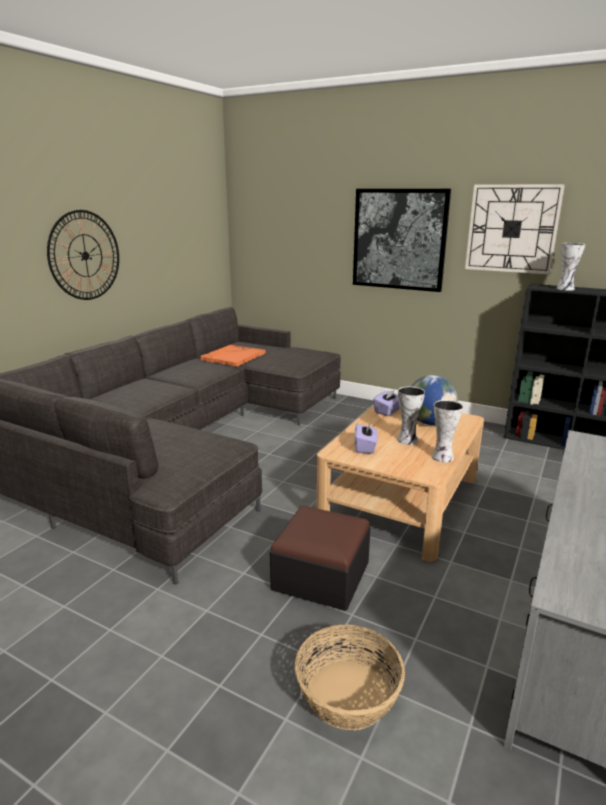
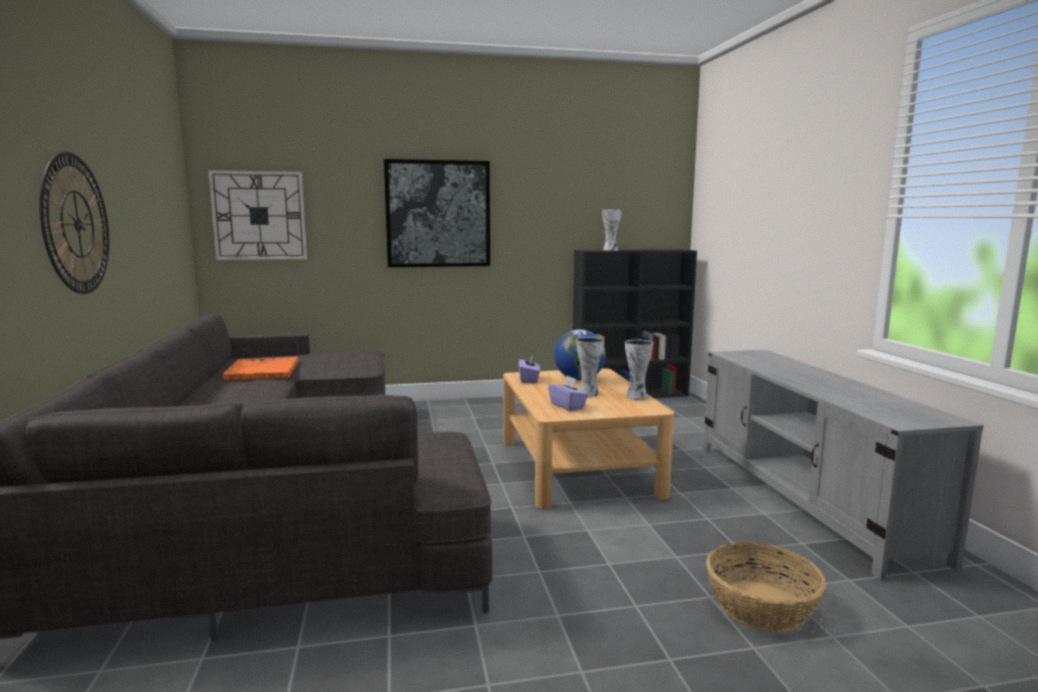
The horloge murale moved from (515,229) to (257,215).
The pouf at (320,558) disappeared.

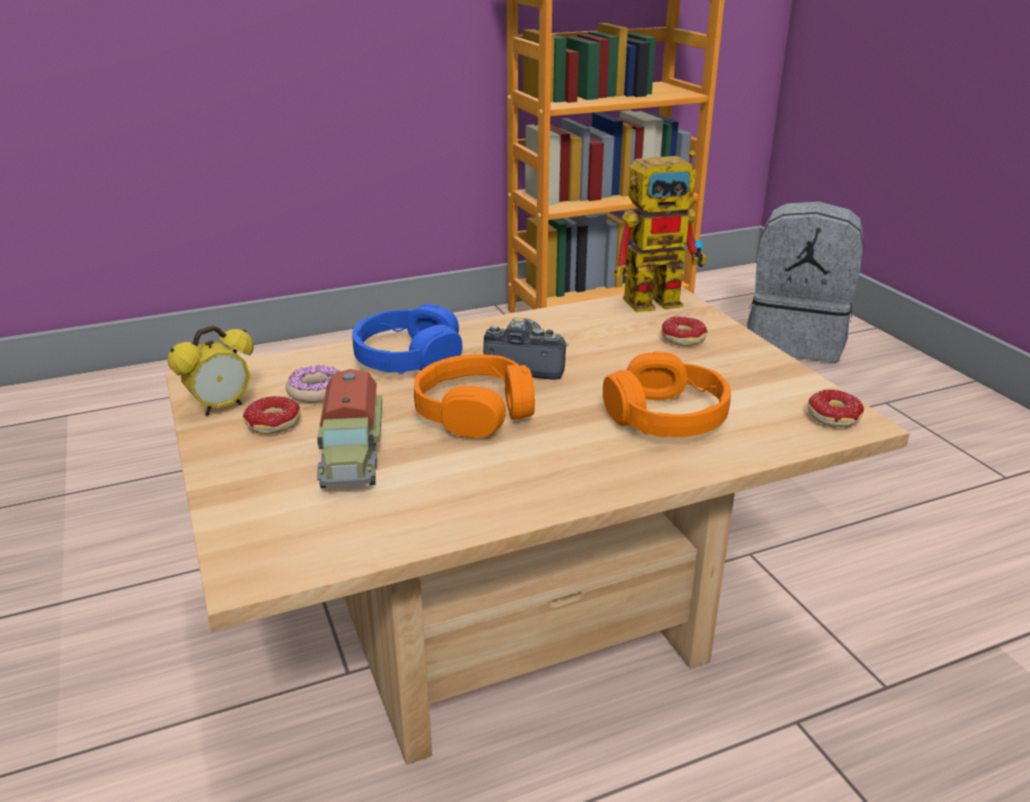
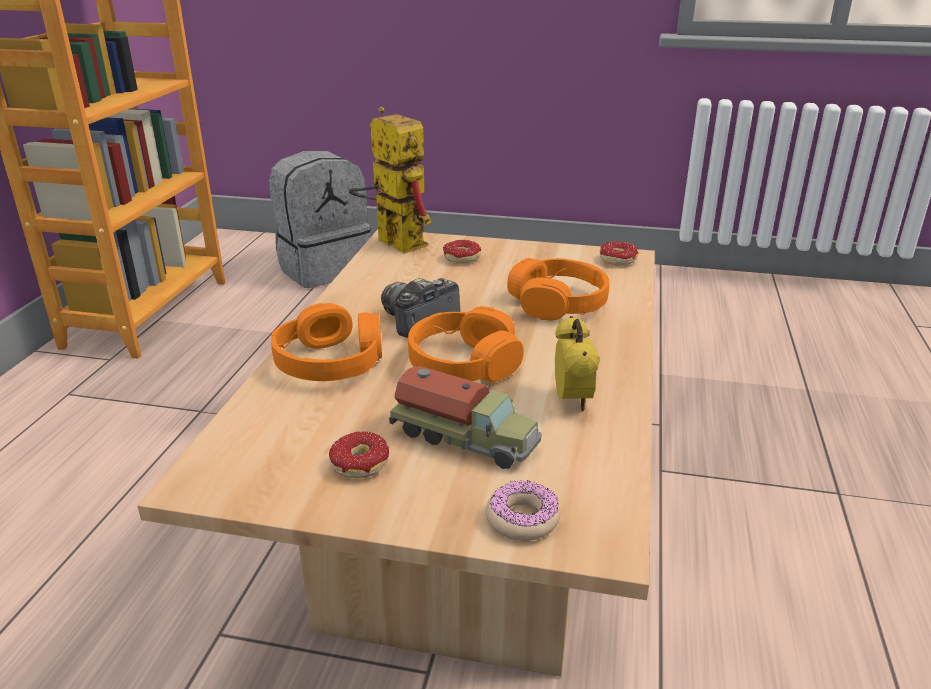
The casque audio (bleu) at (407,339) became the casque audio (orange) at (326,342).
The robot jouet at (660,231) turned 60 degrees counterclockwise.
The beignet moved from (313,384) to (523,510).
The réveil moved from (211,370) to (577,363).

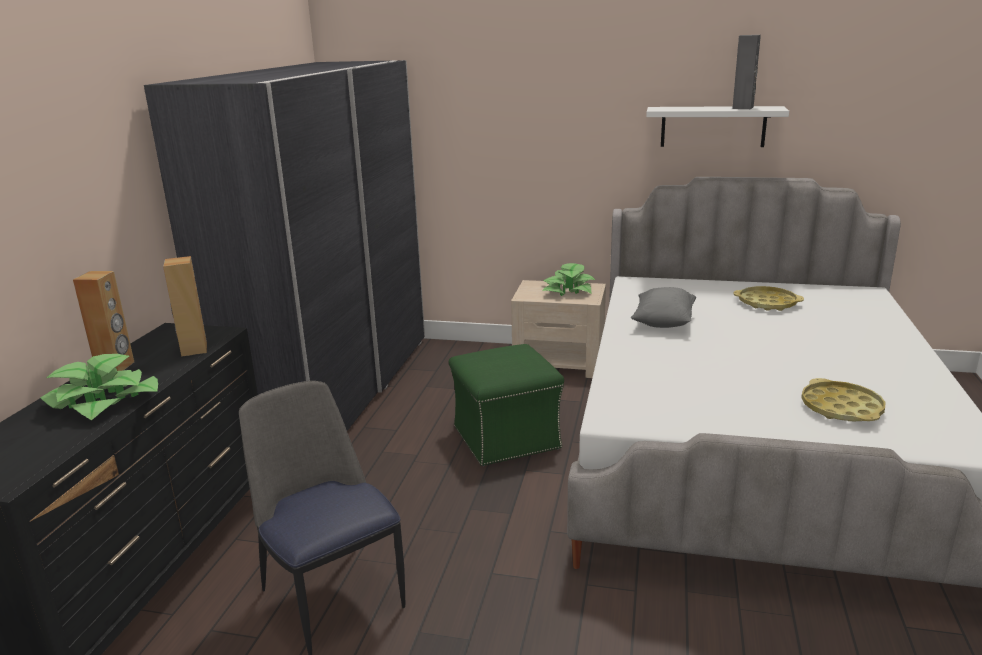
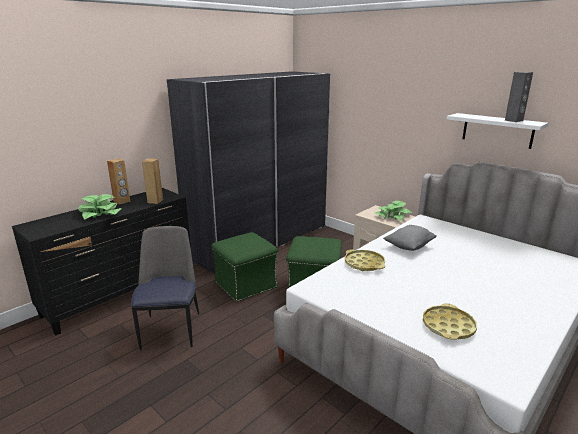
The pouf (vert) at (244,267) appeared.
The plateau (jaune) moved from (768,298) to (365,260).

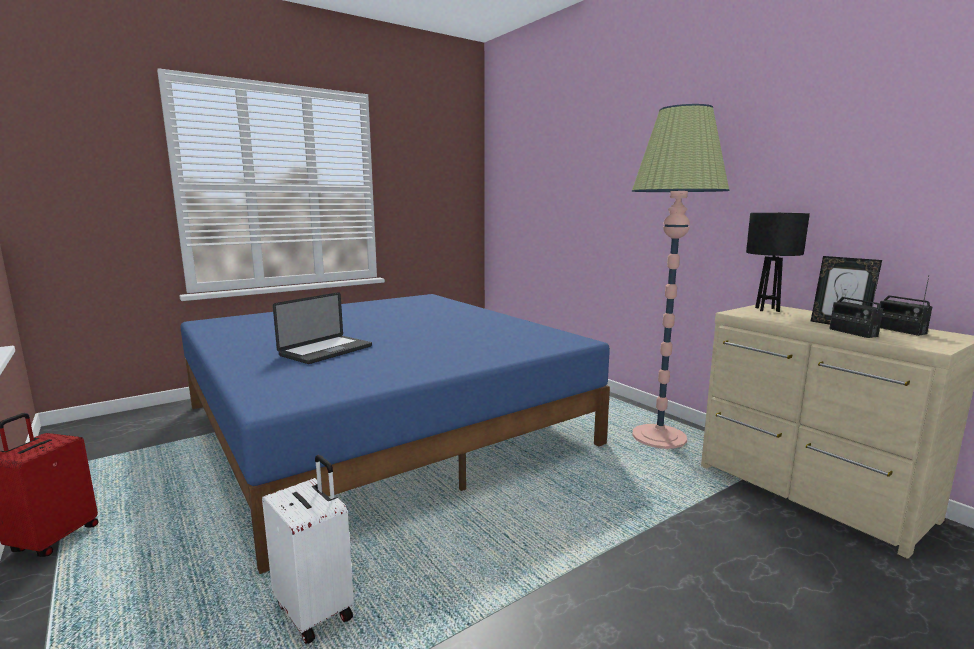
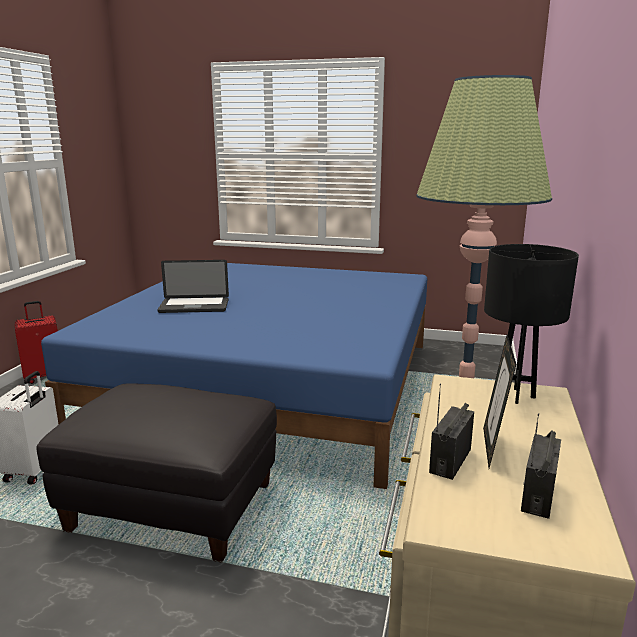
The pouf (noir) at (156,473) appeared.

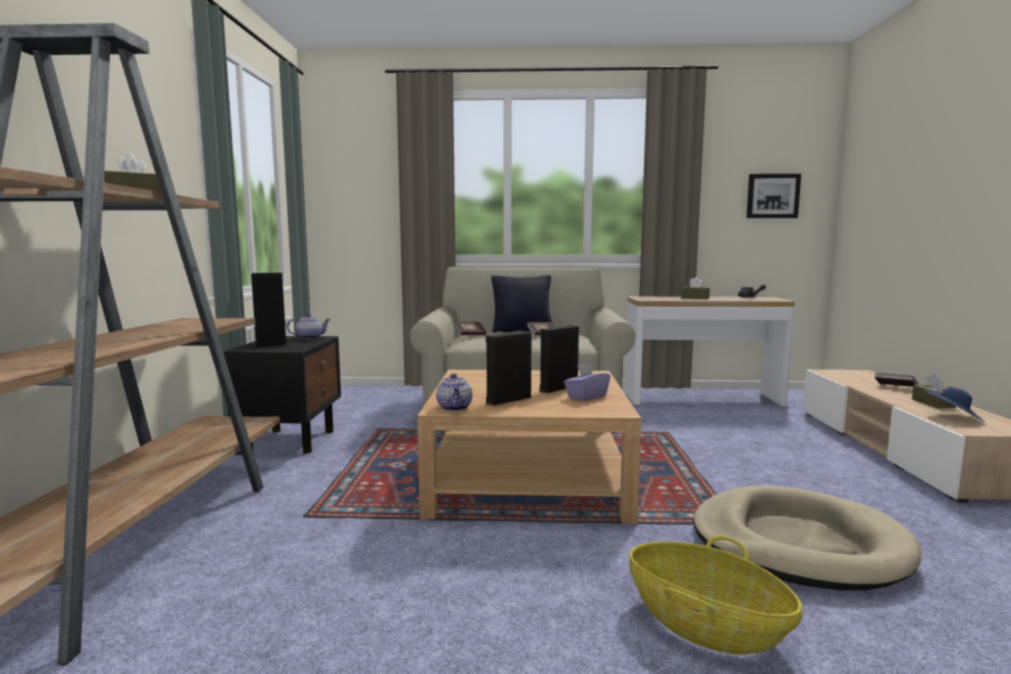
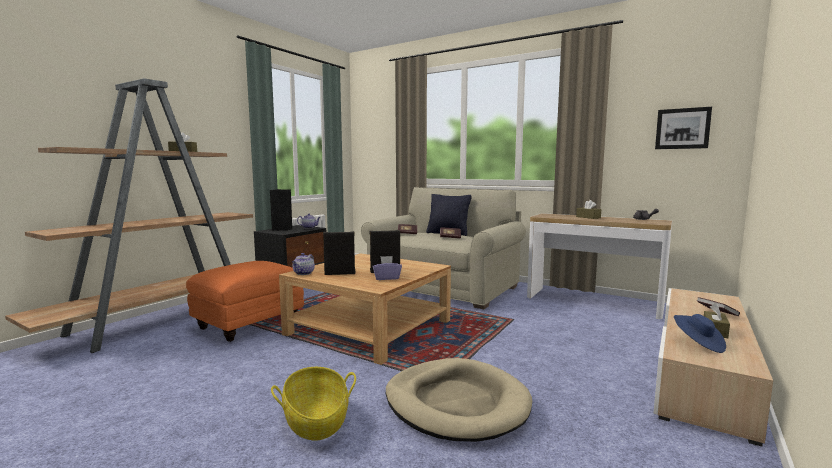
The pouf (orange) at (245,301) appeared.

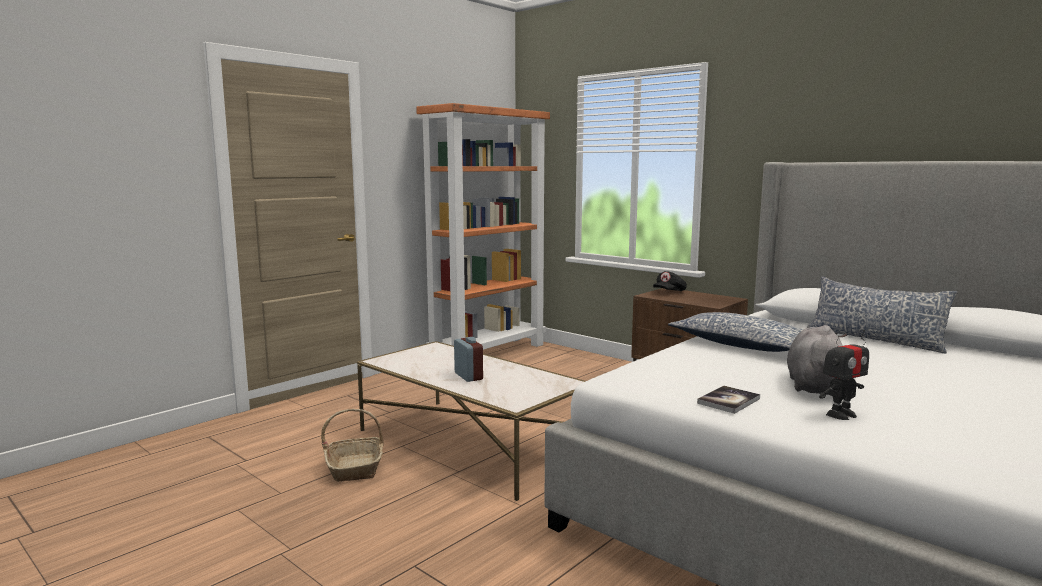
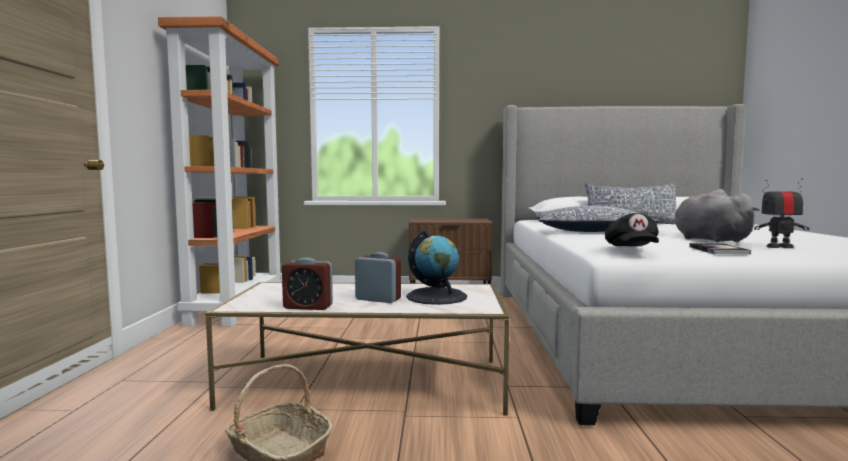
The réveil at (307,283) appeared.
The globe at (436,267) appeared.
The casquette (noir) moved from (670,281) to (632,229).
The robot jouet at (844,375) turned 105 degrees counterclockwise.

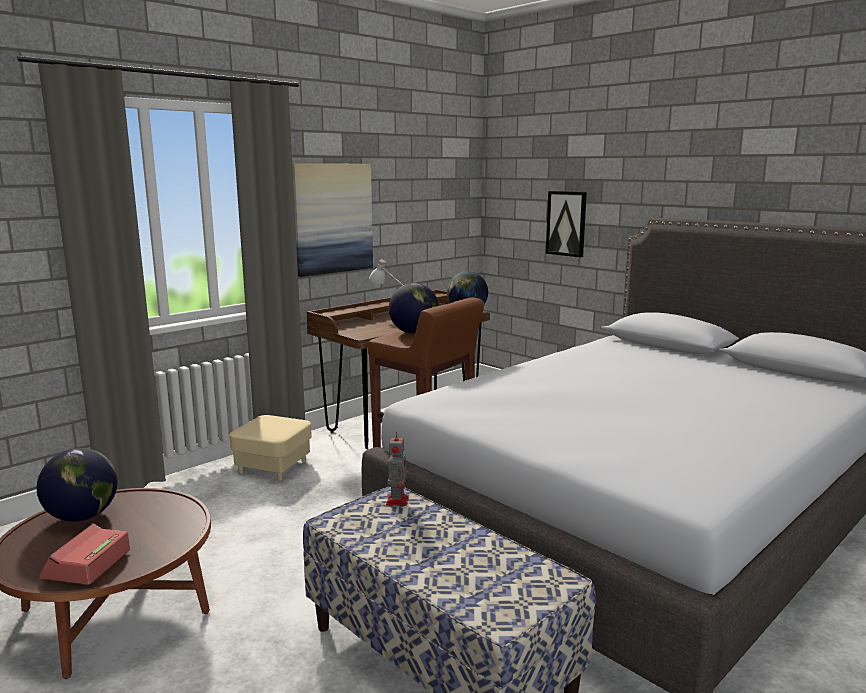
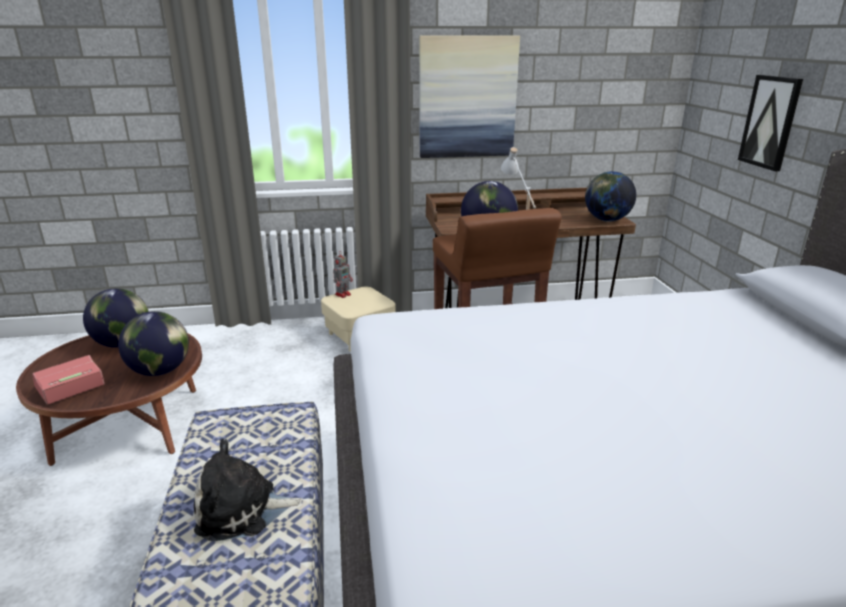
The globe at (153,343) appeared.
The peluche at (248,489) appeared.
The robot jouet moved from (397,468) to (343,275).

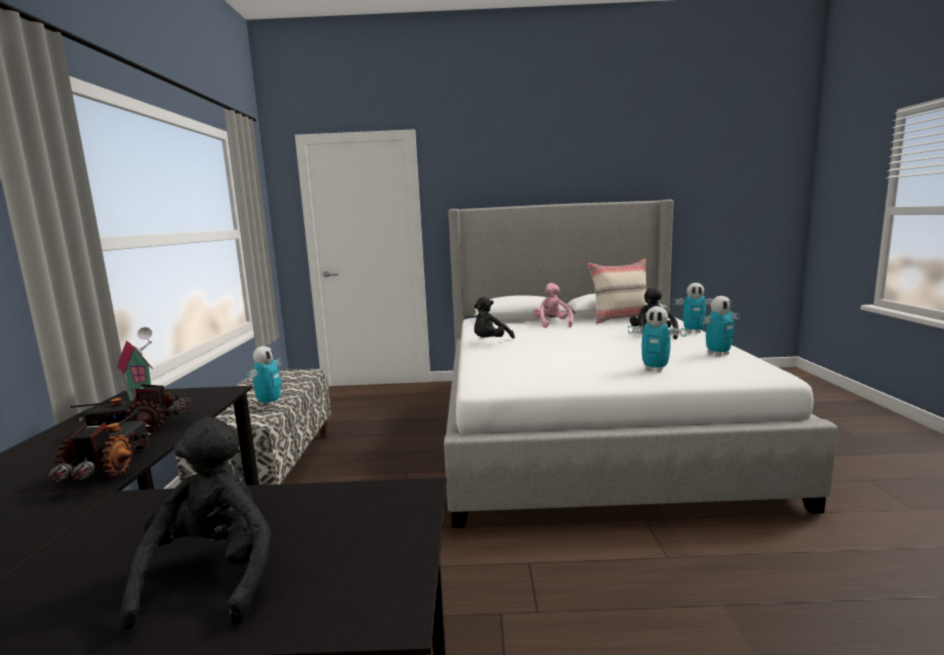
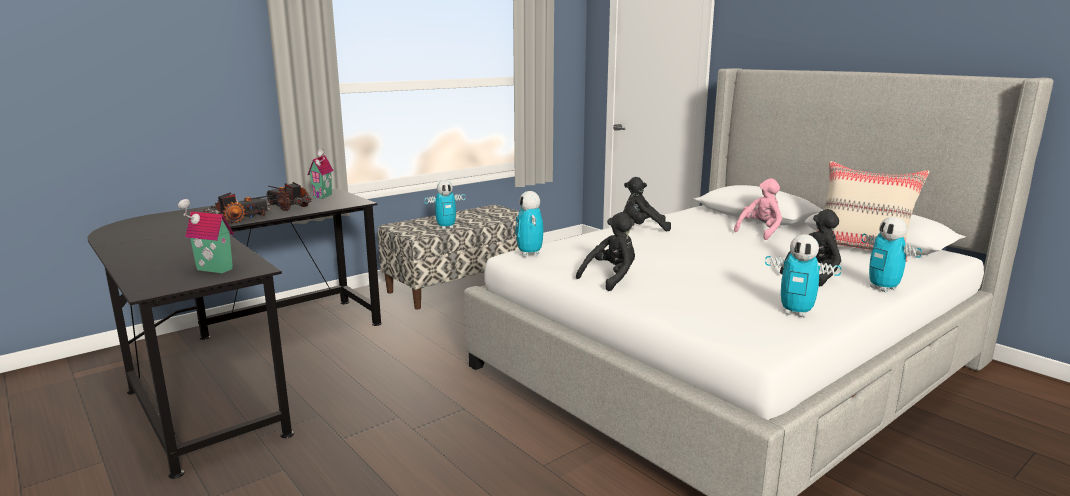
The maison miniature at (206,236) appeared.
The robot jouet moved from (657,338) to (529,223).
The peluche (noir) moved from (195,523) to (605,251).

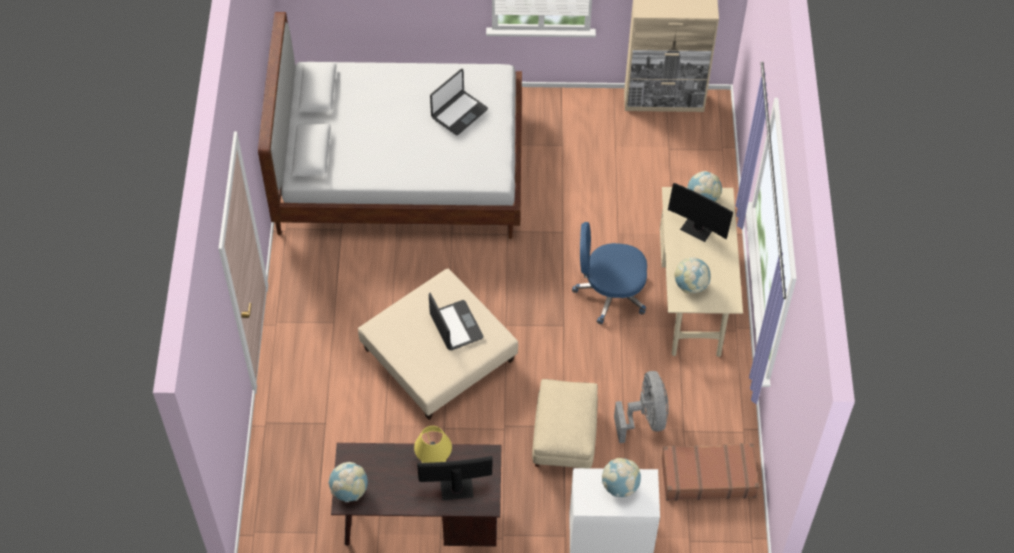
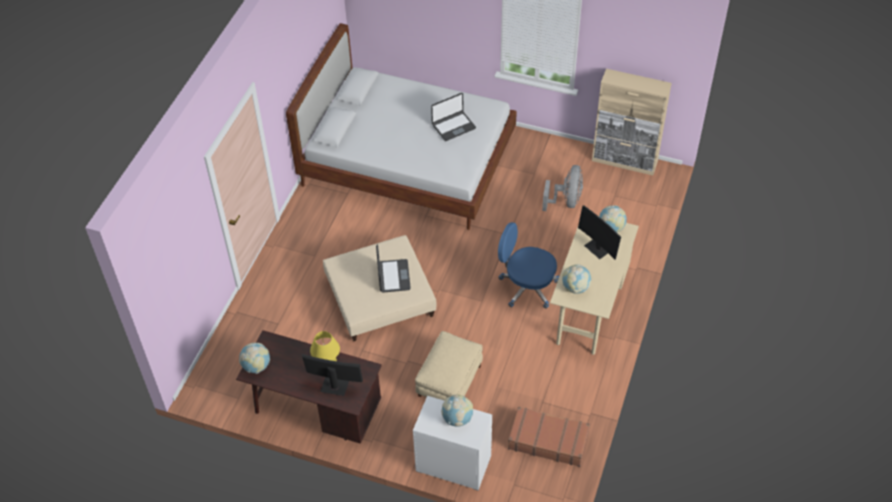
The ventilateur (gris) moved from (641,407) to (562,188).

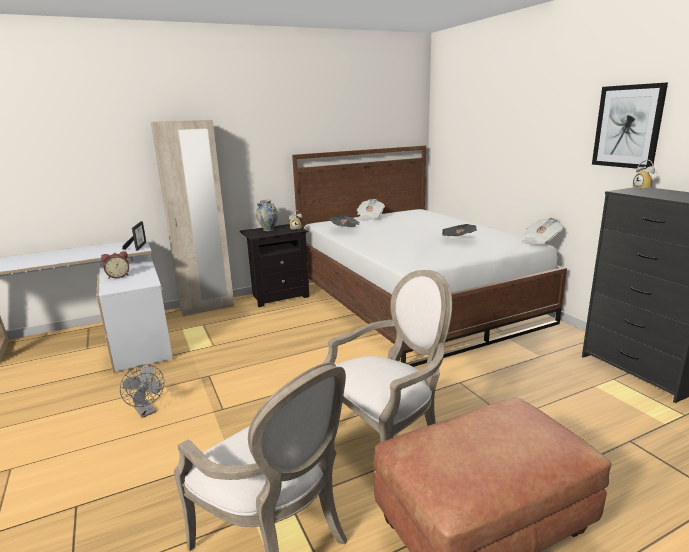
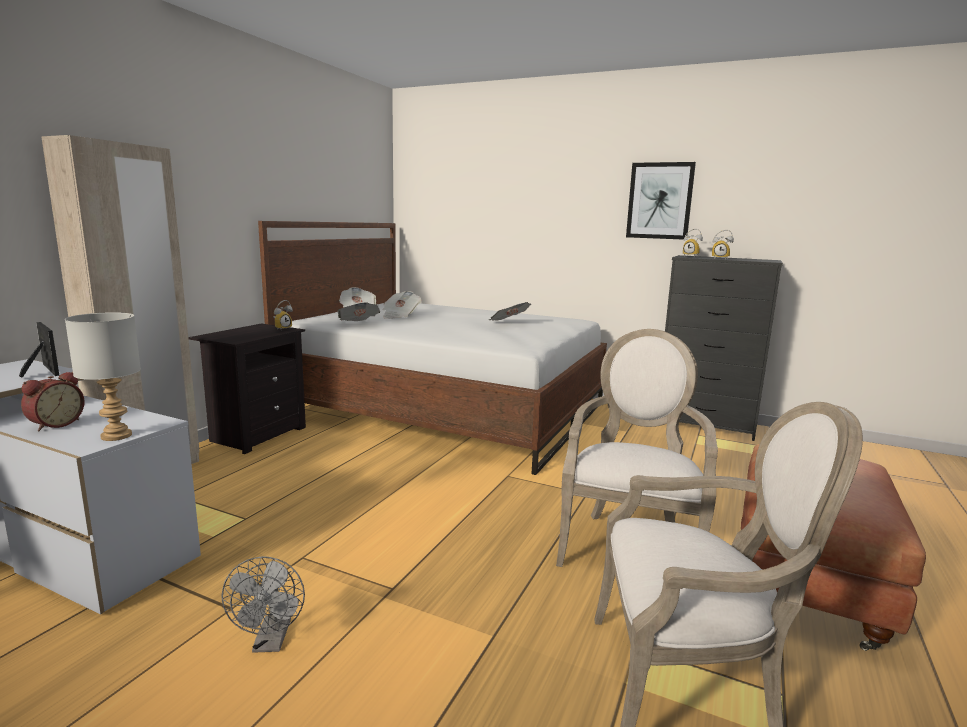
The lampe de table (gris) at (103,376) appeared.
The ventilateur (gris) at (142,391) turned 75 degrees clockwise.
The journal moved from (542,231) to (401,305).
The réveil at (723,244) appeared.
The vase at (267,215) disappeared.

